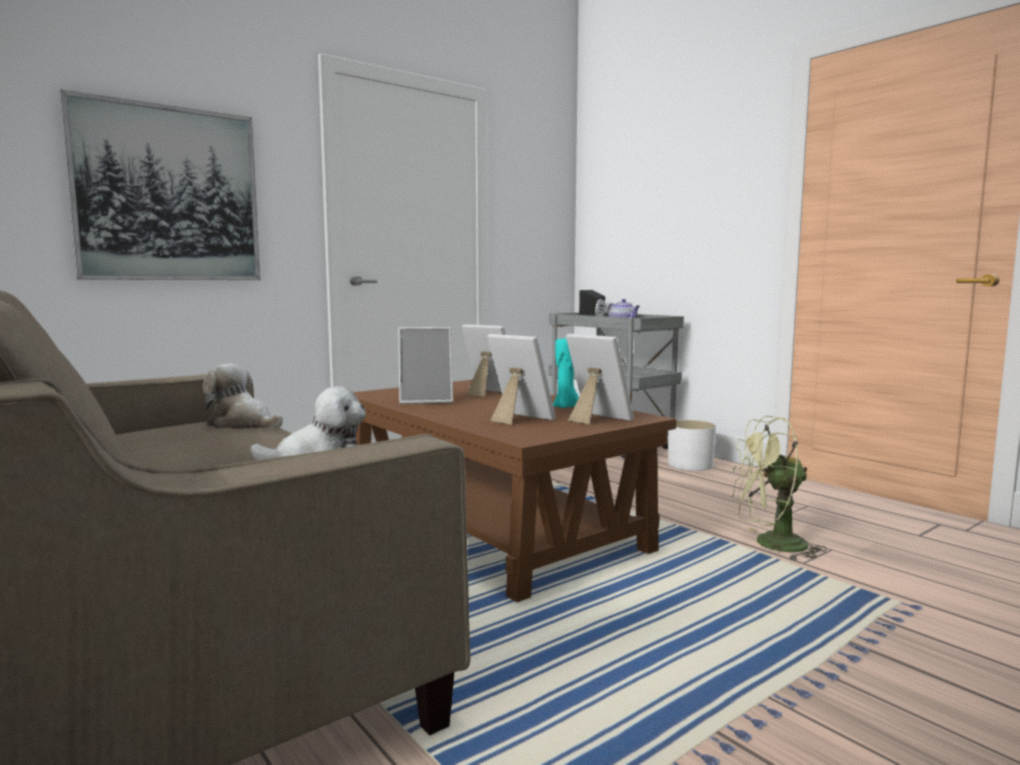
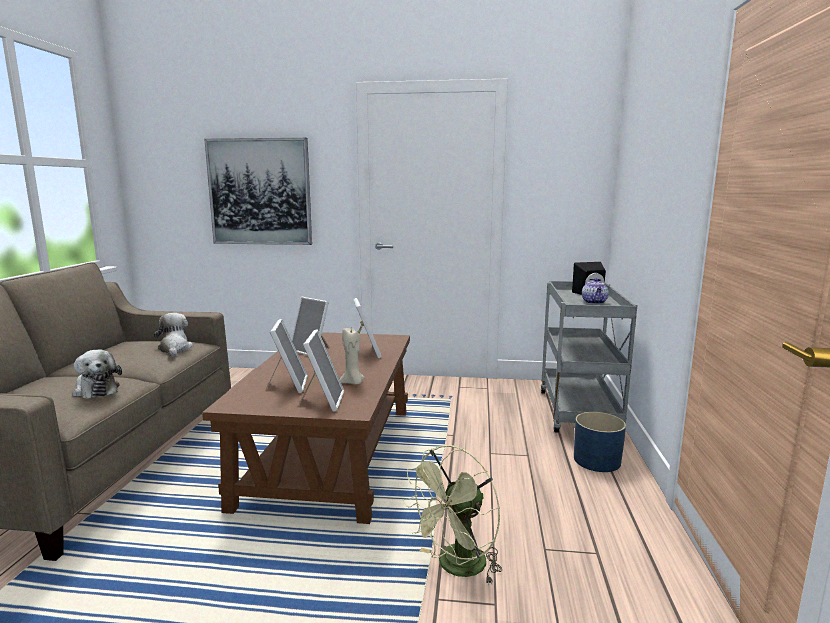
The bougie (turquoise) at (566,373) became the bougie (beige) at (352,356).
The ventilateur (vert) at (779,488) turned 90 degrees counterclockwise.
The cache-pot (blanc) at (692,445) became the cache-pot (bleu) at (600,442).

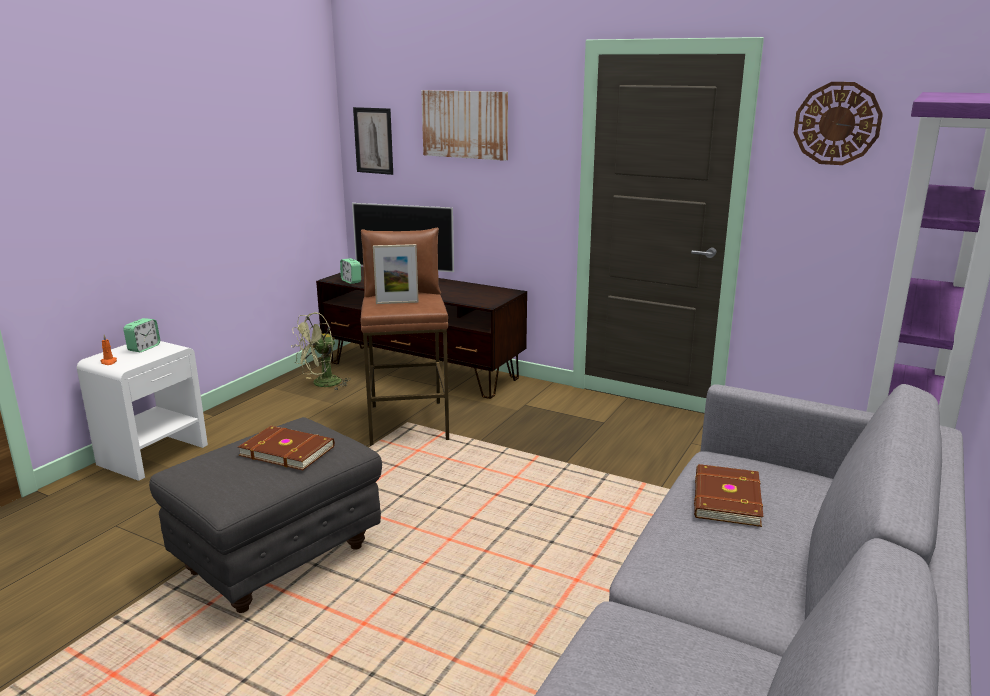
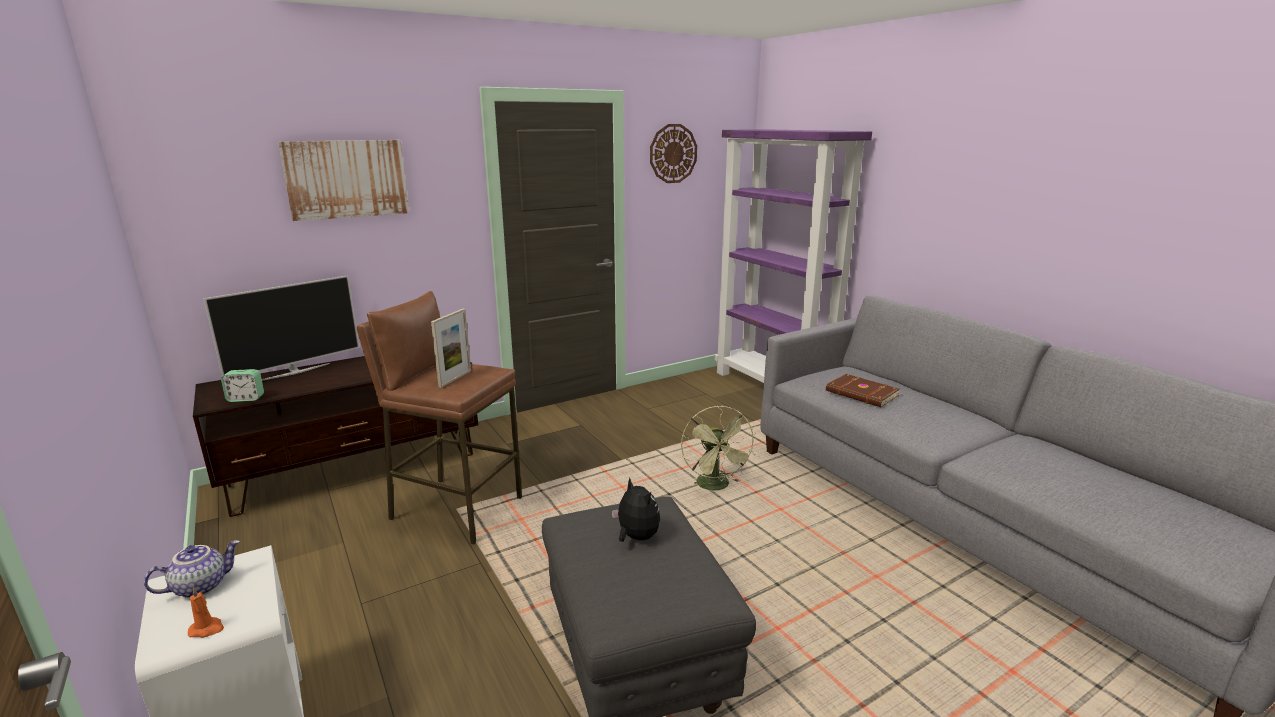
The réveil at (141,335) was replaced by the théière at (192,569).
The livre (marron) at (286,447) was replaced by the peluche at (636,509).
The ventilateur (vert) moved from (321,351) to (718,447).
The tableau at (373,141) disappeared.

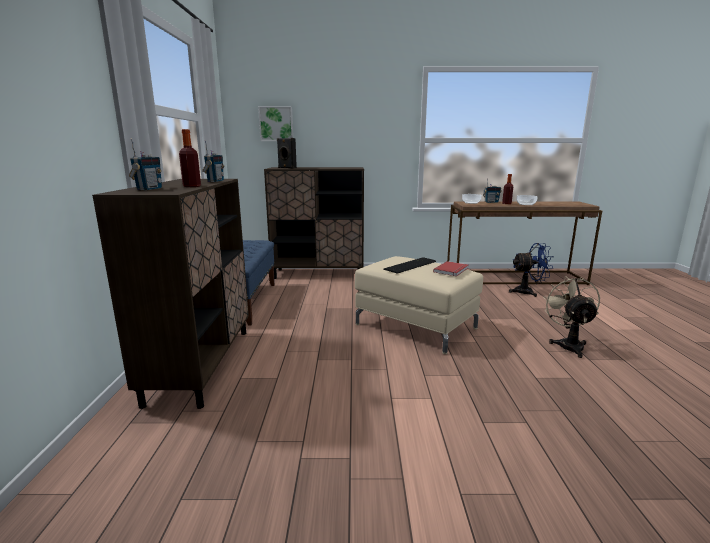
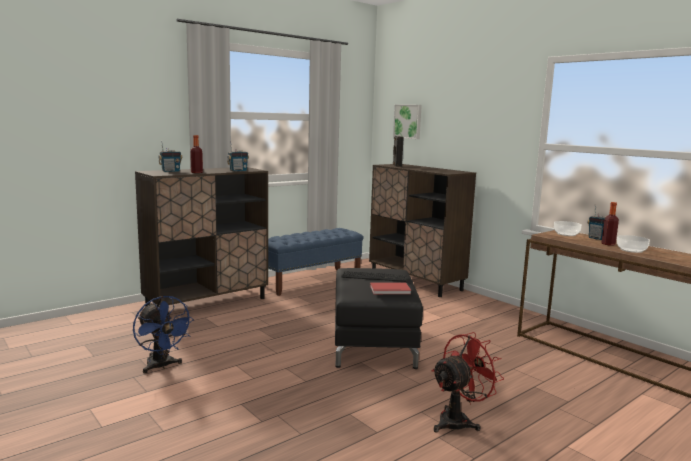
The ventilateur (bleu) moved from (531,270) to (163,334).
The pouf (beige) at (419,305) became the pouf (noir) at (379,318).
The ventilateur (beige) at (571,317) became the ventilateur (rouge) at (468,382).

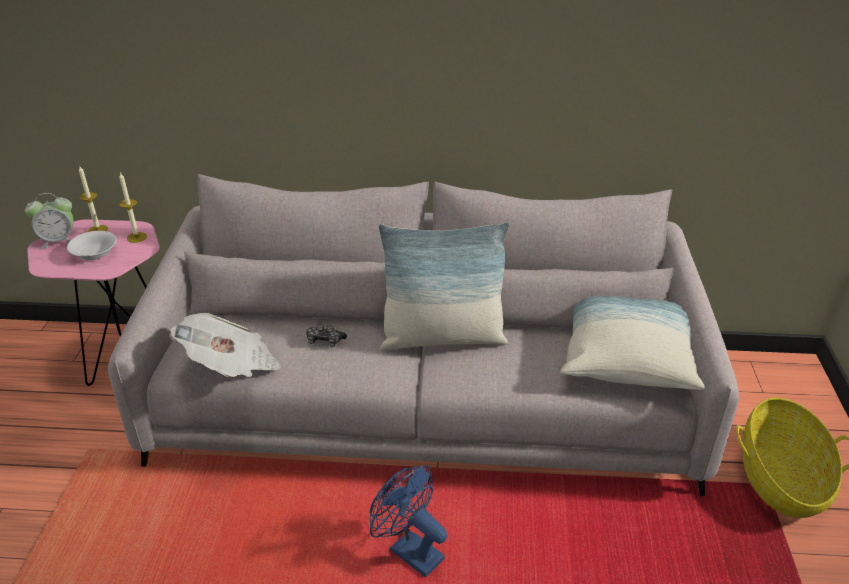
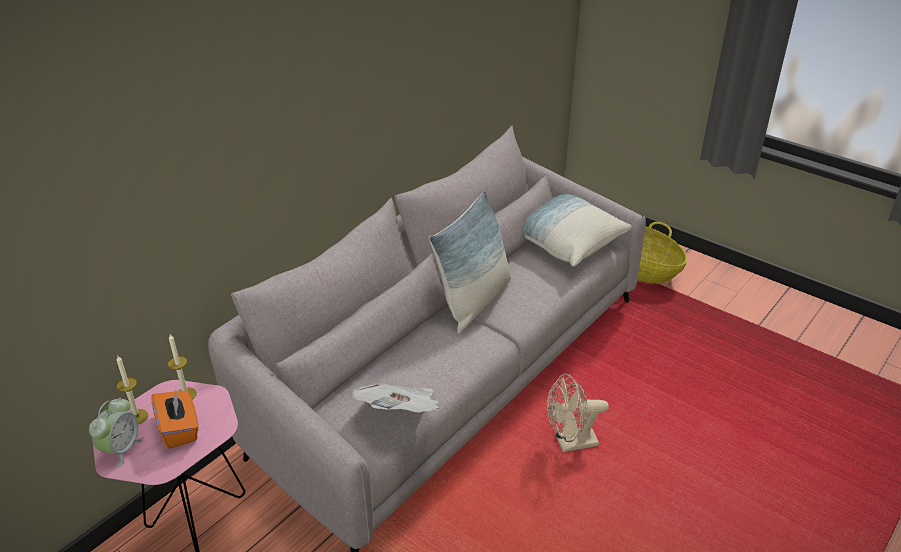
The bol (blanc) at (92,245) was replaced by the boîte à mouchoirs (orange) at (175,419).
The ventilateur (bleu) at (409,521) became the ventilateur (beige) at (578,412).
The manette at (326,335) disappeared.

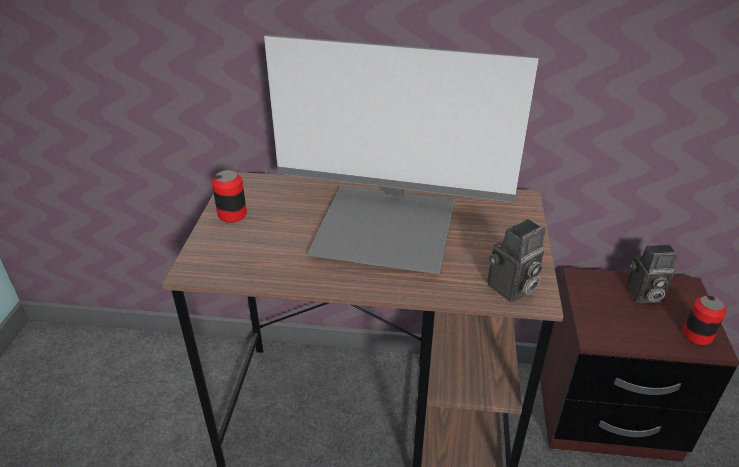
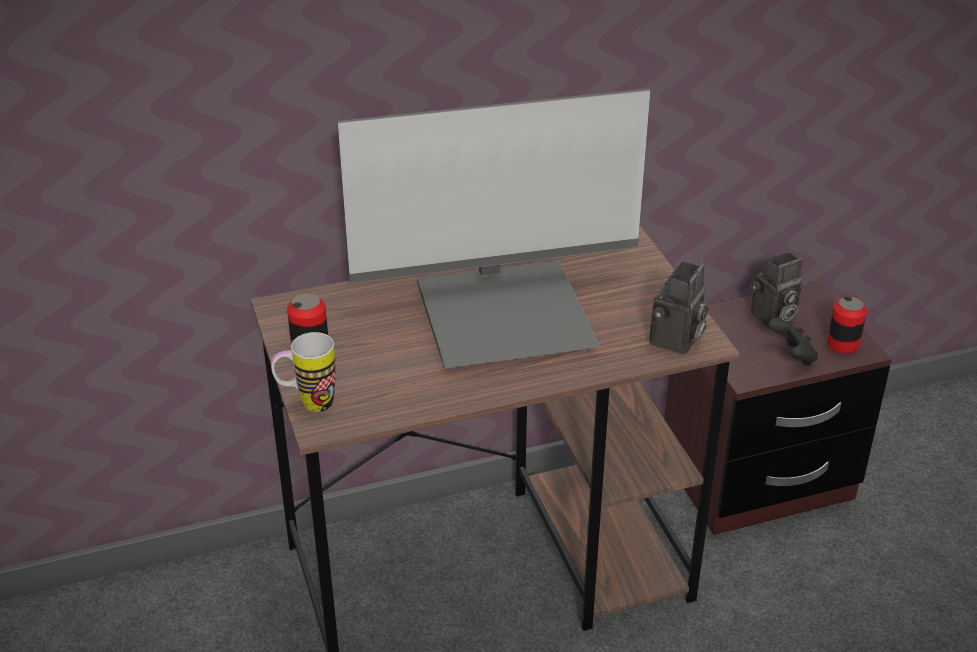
The mug at (303,372) appeared.
The manette (noir) at (793,342) appeared.

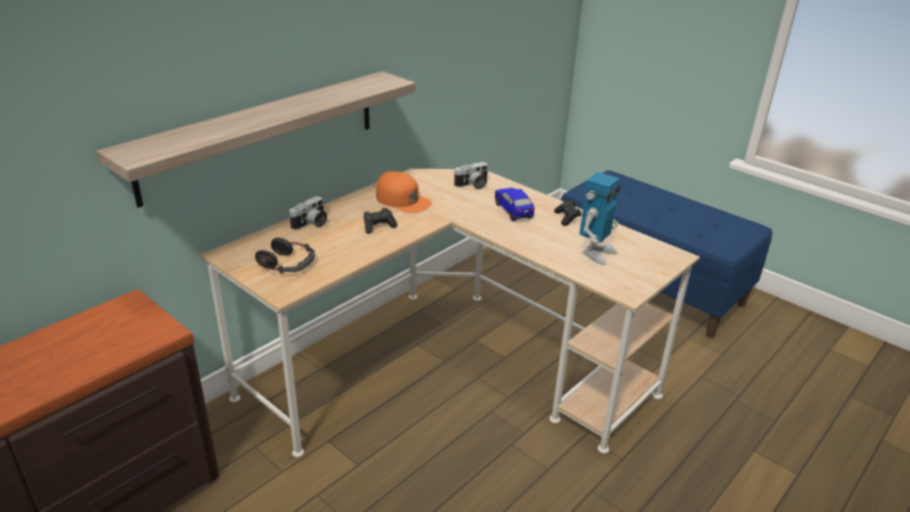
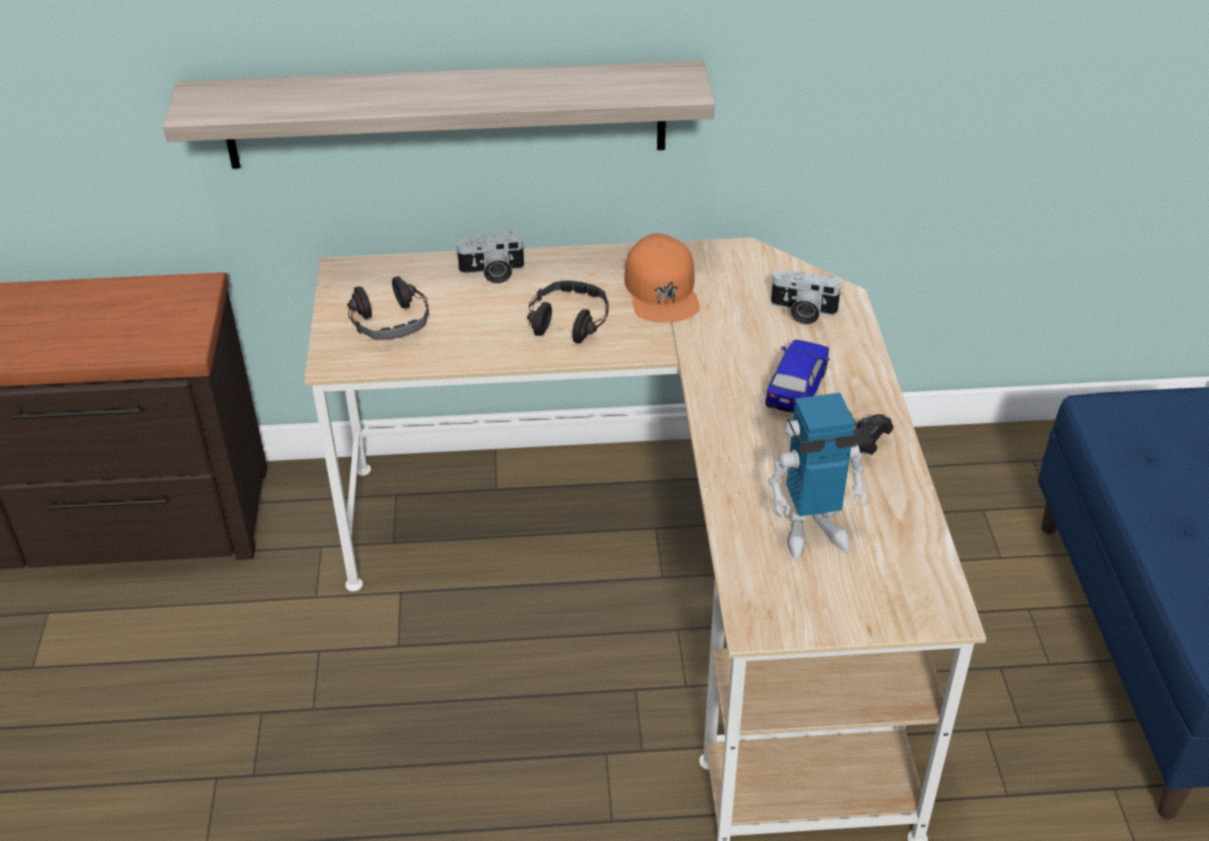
The manette (noir) at (381,221) was replaced by the casque audio at (568,311).

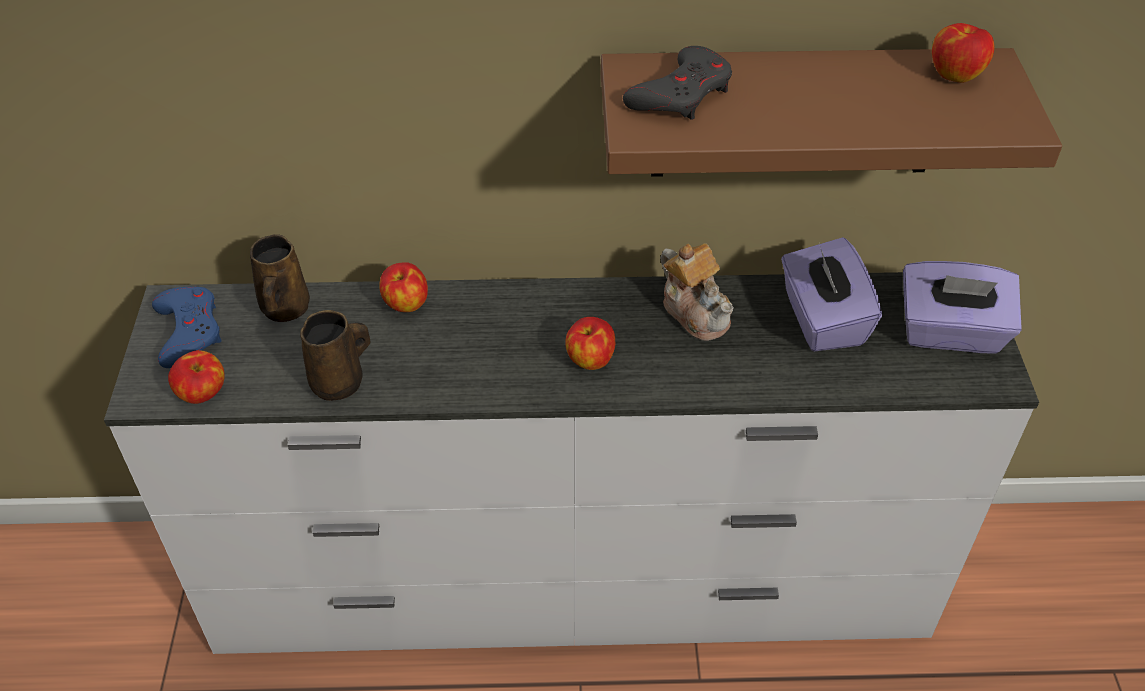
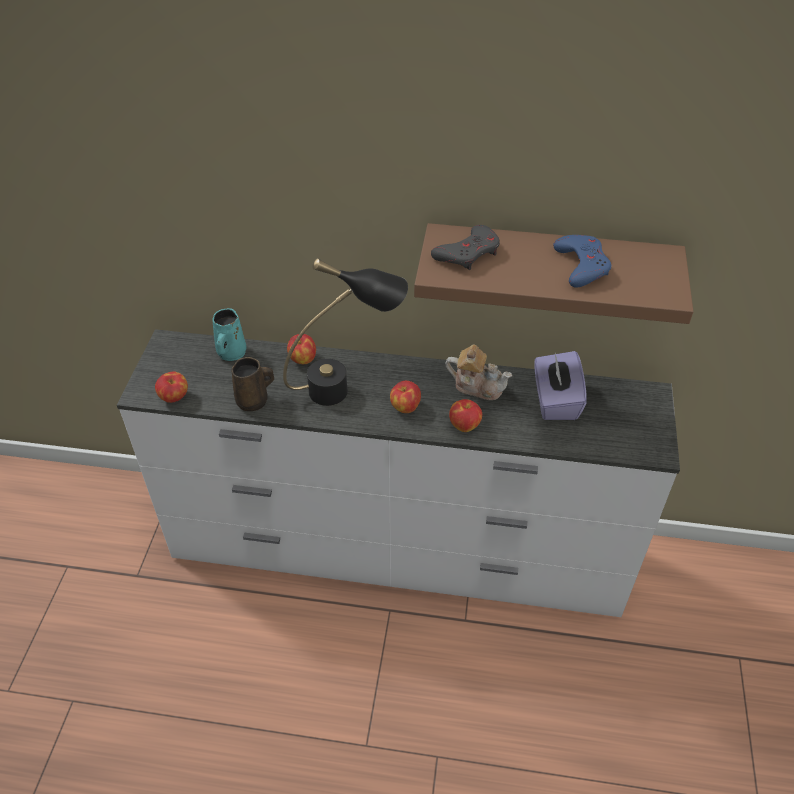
The mug (marron) at (280,278) became the mug (turquoise) at (229,334).
The lampe de table (noir) at (345,332) appeared.
The théière at (697,292) turned 45 degrees counterclockwise.
The pomme moved from (963,53) to (465,415).
The manette (bleu) moved from (186,327) to (582,261).
The boîte à mouchoirs (violet) at (962,307) disappeared.

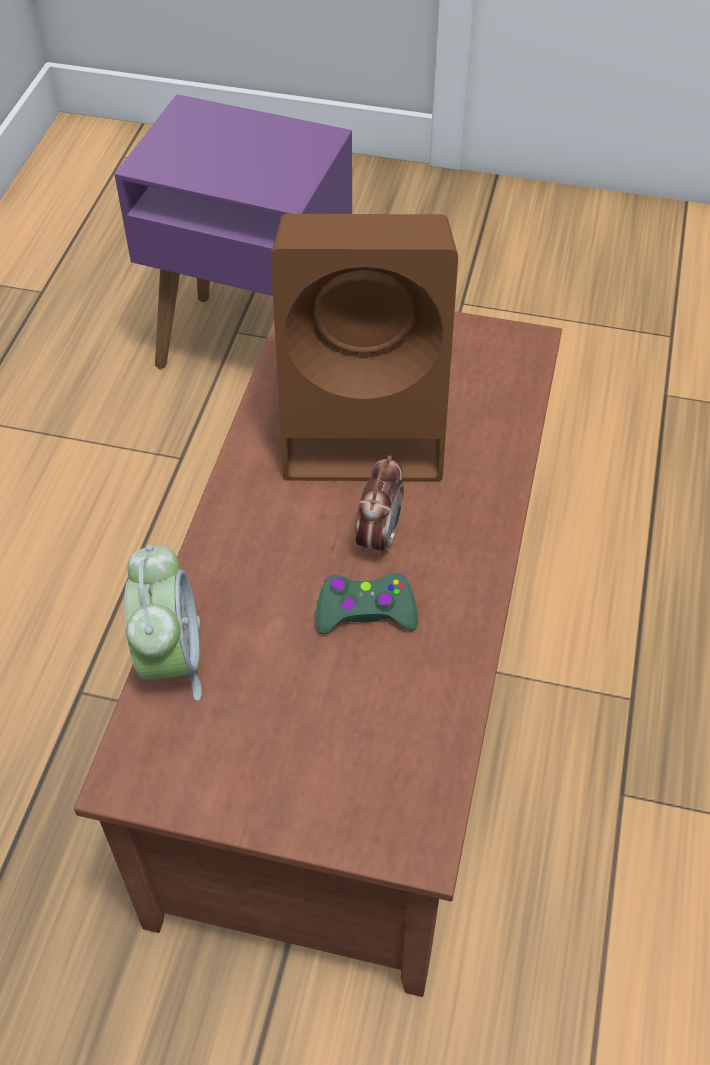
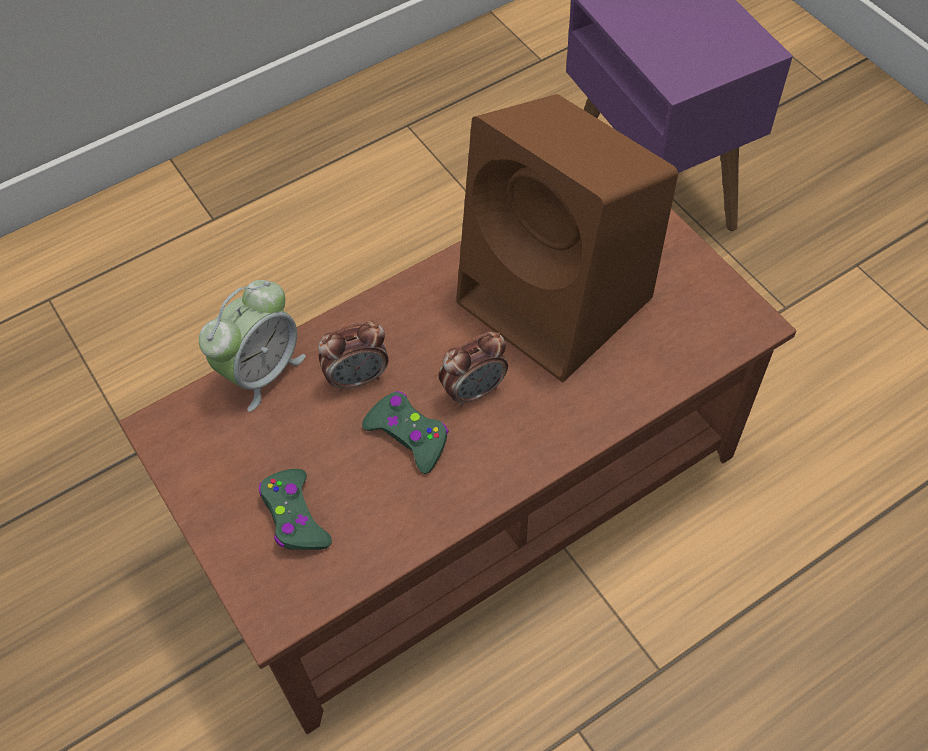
The manette (vert) at (295,509) appeared.
The réveil at (353,356) appeared.

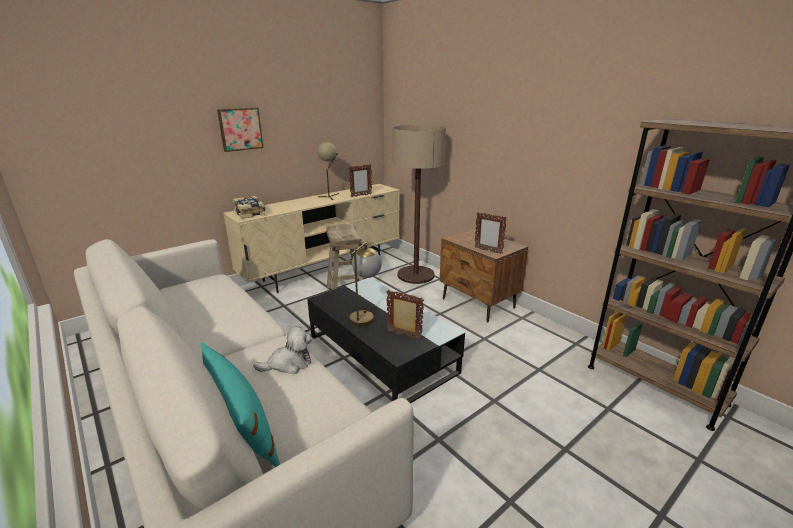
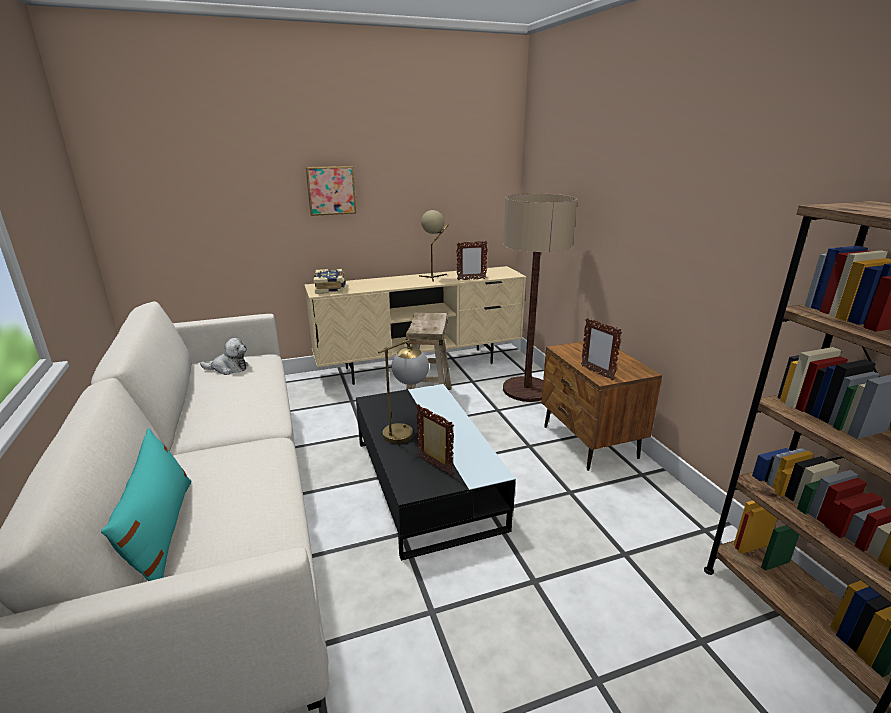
The peluche moved from (282,350) to (224,356).

